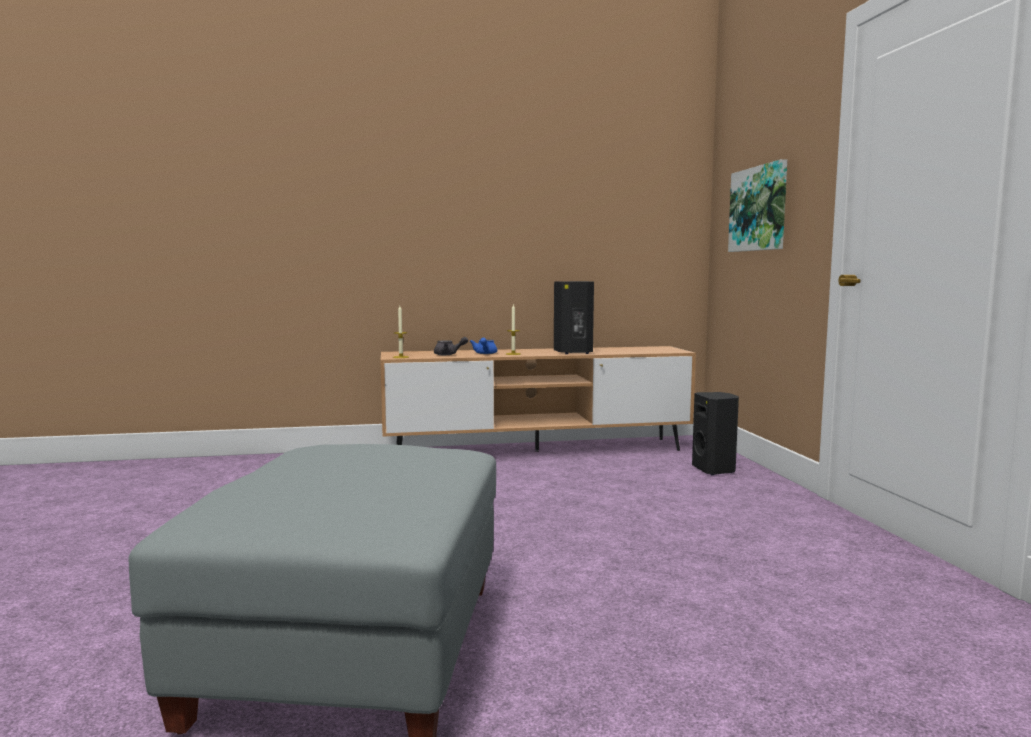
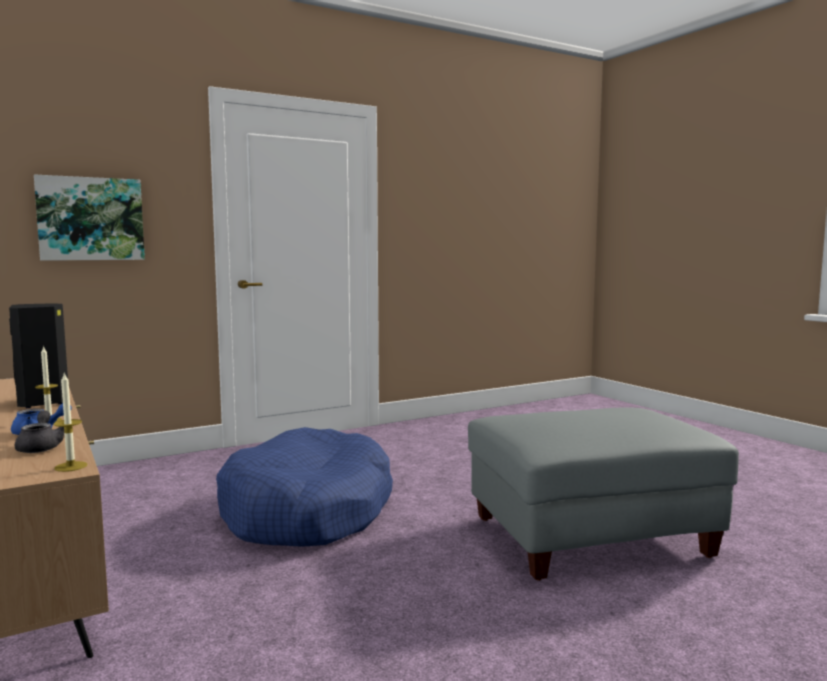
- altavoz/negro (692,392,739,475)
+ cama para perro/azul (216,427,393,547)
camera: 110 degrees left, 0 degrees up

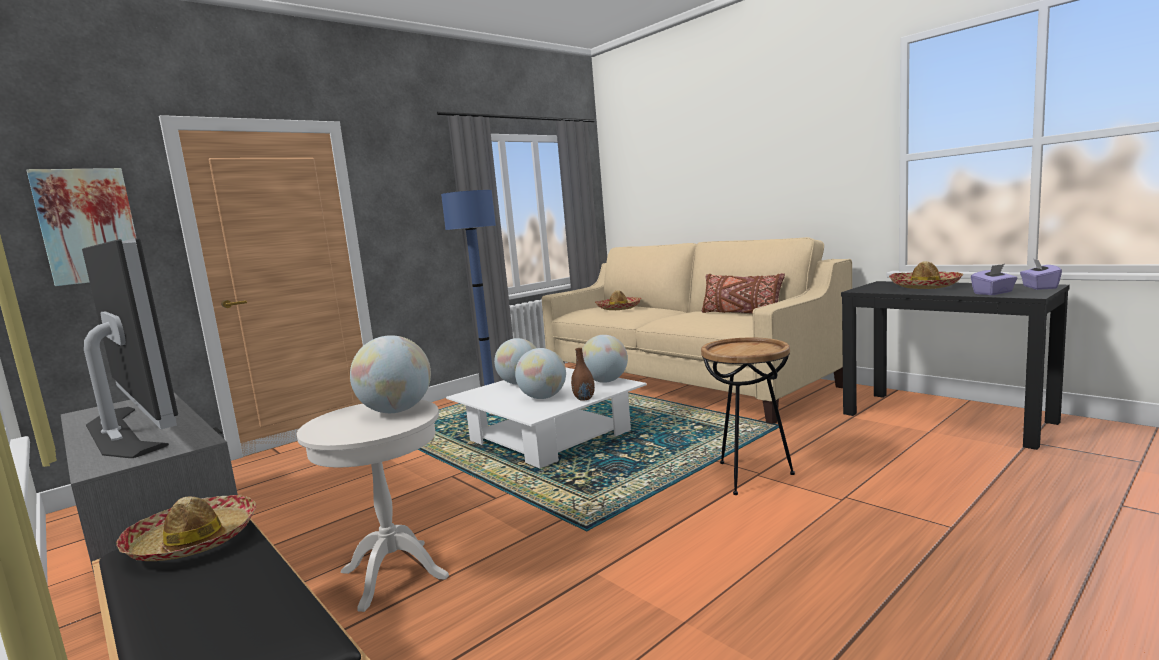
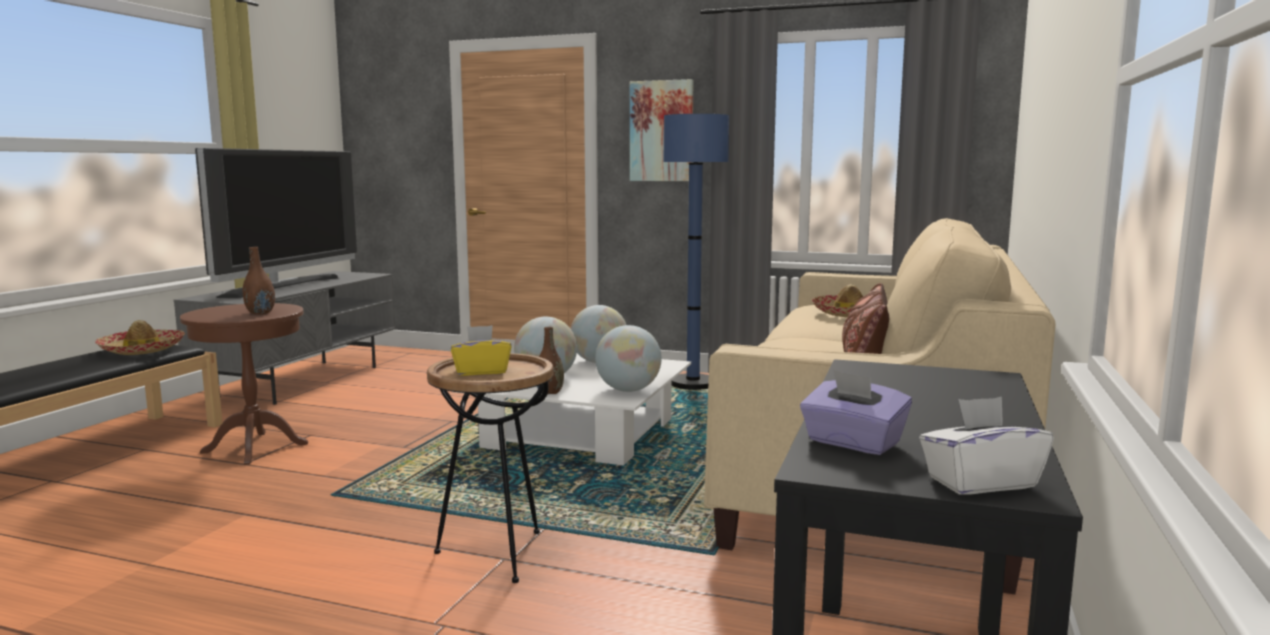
~ cuadro (26,168,136,286) to (630,79,693,181)
~ caja de pañuelos/morado (1020,259,1062,290) to caja de pañuelos/blanco (919,397,1054,495)
- sombrero (889,261,963,289)
~ globo terráqueo (350,335,431,413) to florero/marrón (243,247,275,314)
~ mesa auxiliar/blanco (297,400,449,612) to mesa auxiliar/marrón (180,303,308,465)
+ caja de pañuelos/amarillo (451,325,512,376)
camera: 60 degrees right, 0 degrees up

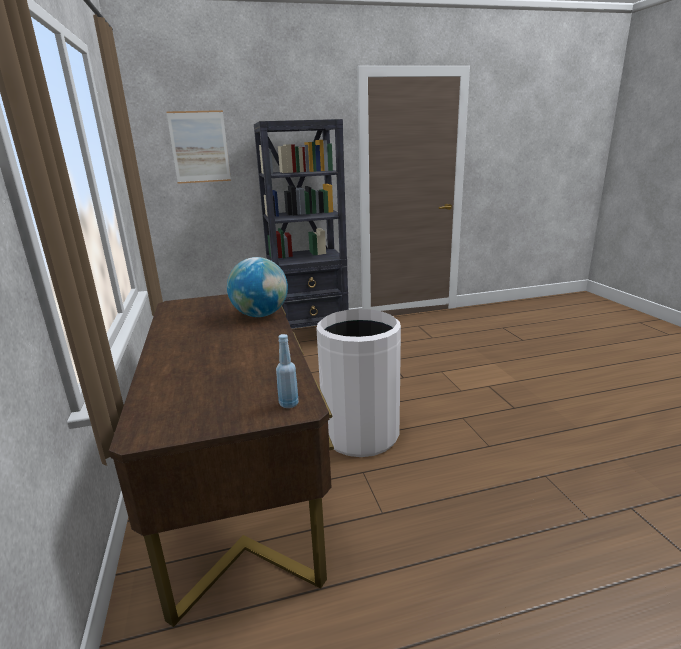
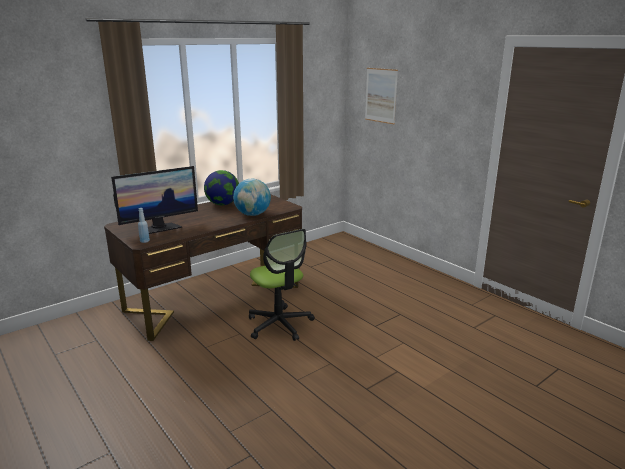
- estantería/negro (254,119,349,328)
~ papelera/blanco (316,309,401,457) to silla de oficina (249,229,315,341)
+ monitor (111,166,198,234)
+ globo terráqueo (204,170,239,205)
camera: 65 degrees right, 0 degrees up

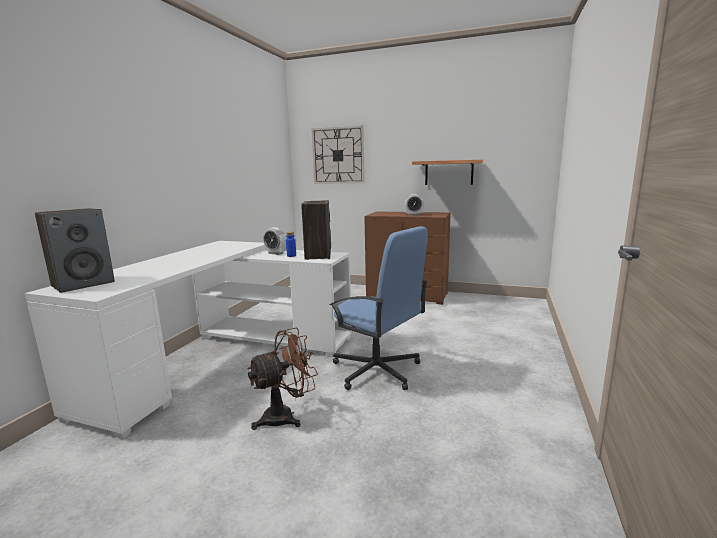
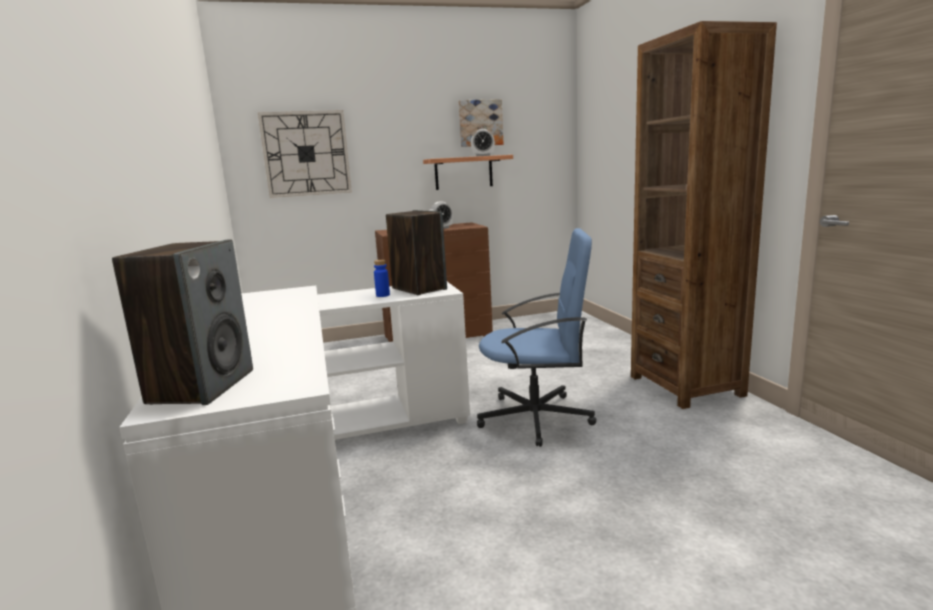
~ despertador (264,227,286,255) to (471,129,495,156)
- ventilador/marrón (247,328,318,430)
+ estantería/marrón (631,21,777,409)
+ cuadro (459,99,503,147)
camera: 35 degrees left, 0 degrees up

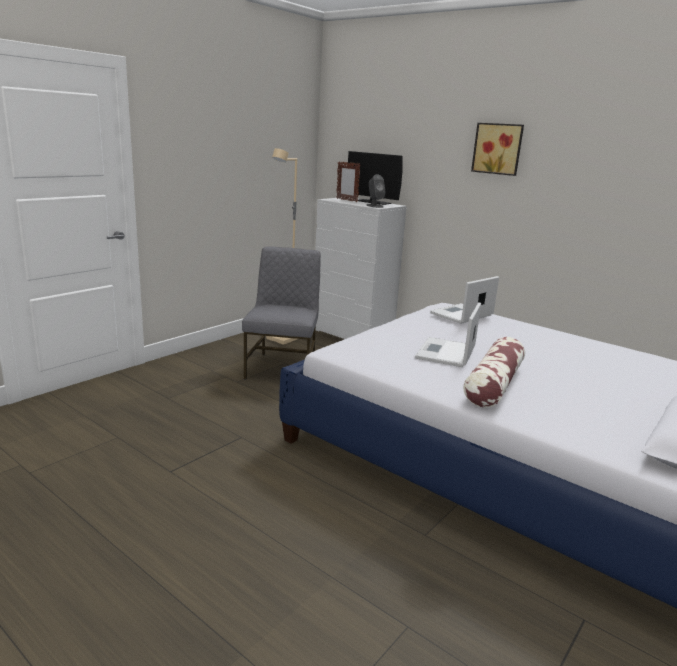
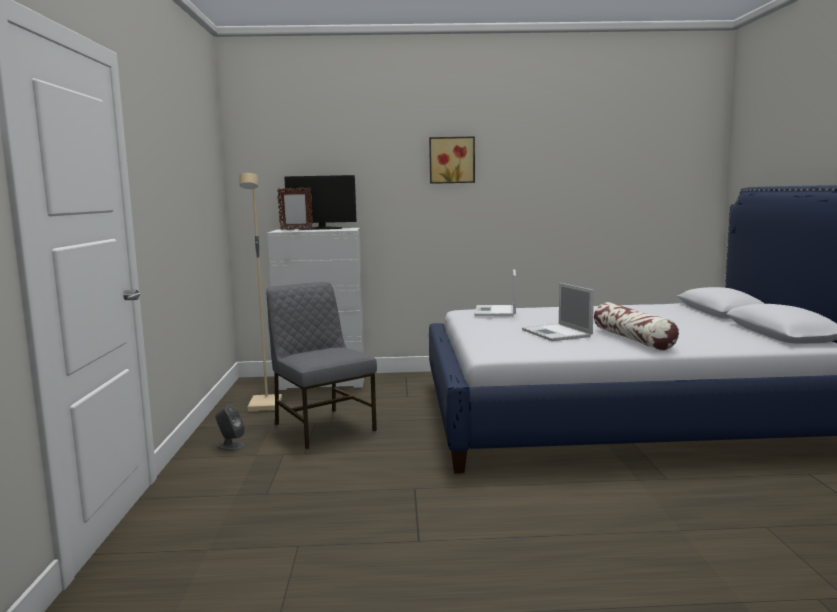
~ altavoz/gris (367,174,385,208) to (215,405,245,451)
camera: 40 degrees left, 10 degrees down

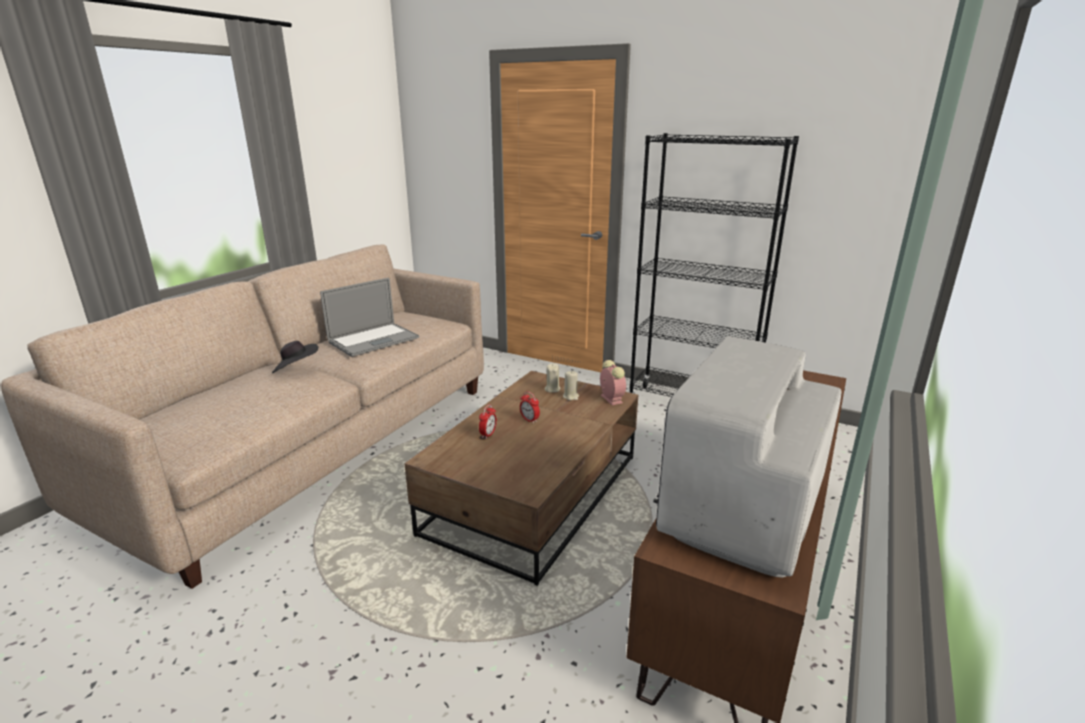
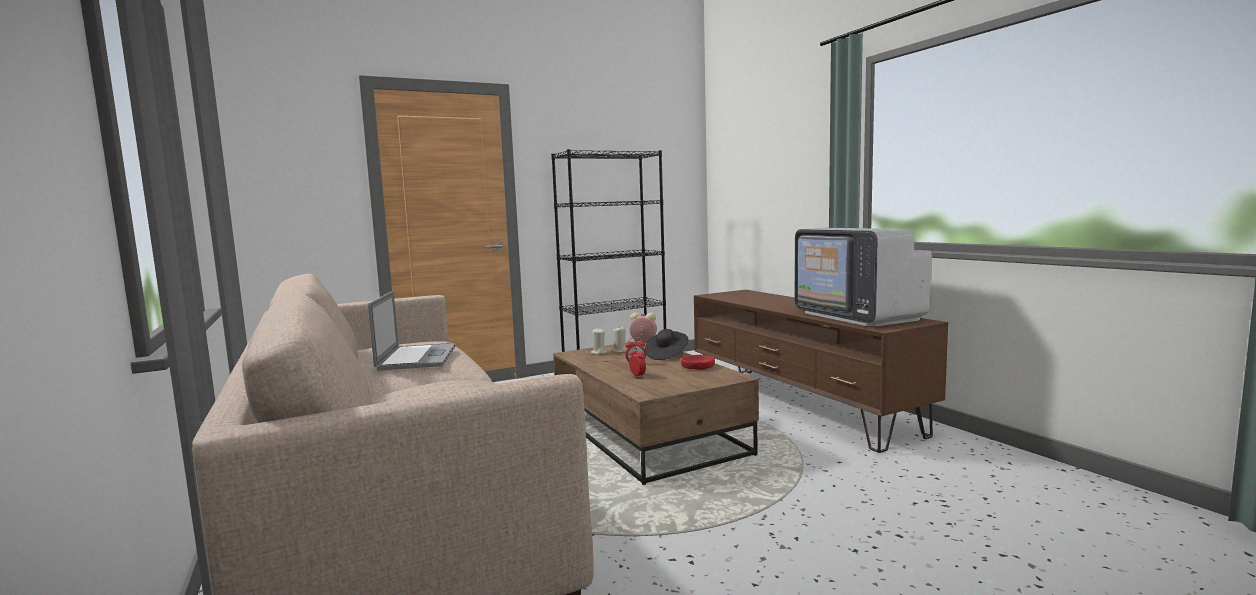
~ sombrero/negro (272,341,318,373) to (645,329,689,360)
+ cuenco/rojo (681,355,715,370)
camera: 55 degrees left, 15 degrees down

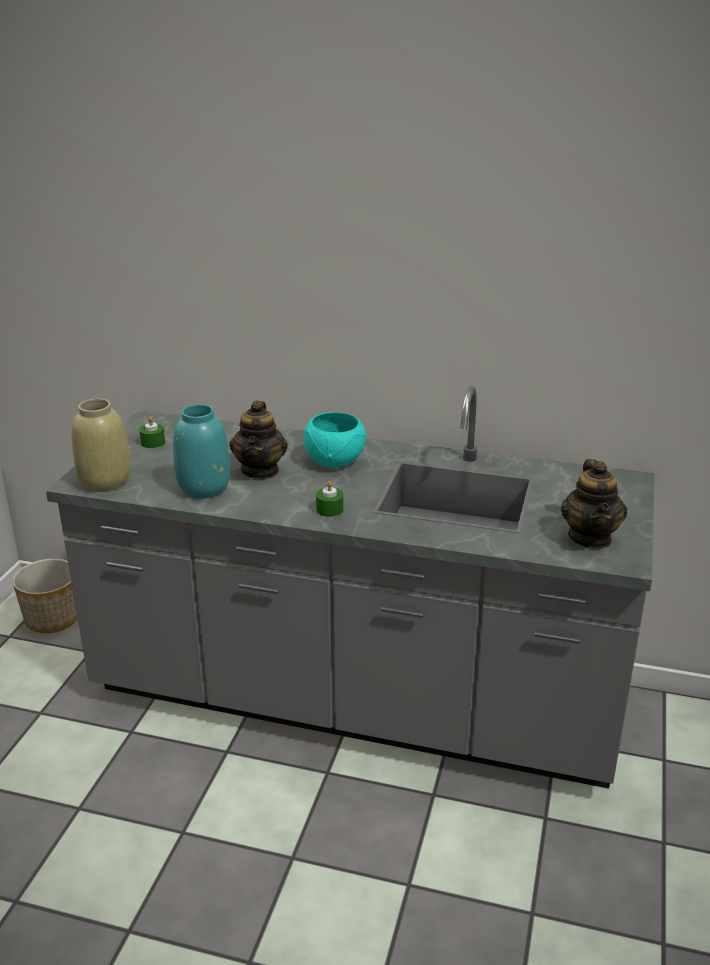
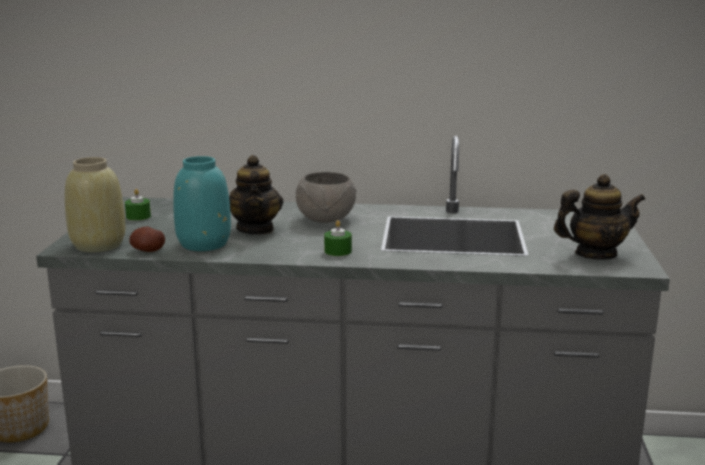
~ cuenco/turquesa (304,412,366,467) to cuenco/gris (296,172,356,223)
~ tetera (561,459,627,549) = (554,174,645,260) 90 degrees counterclockwise
+ patata (129,227,165,252)
camera: 10 degrees left, 10 degrees down

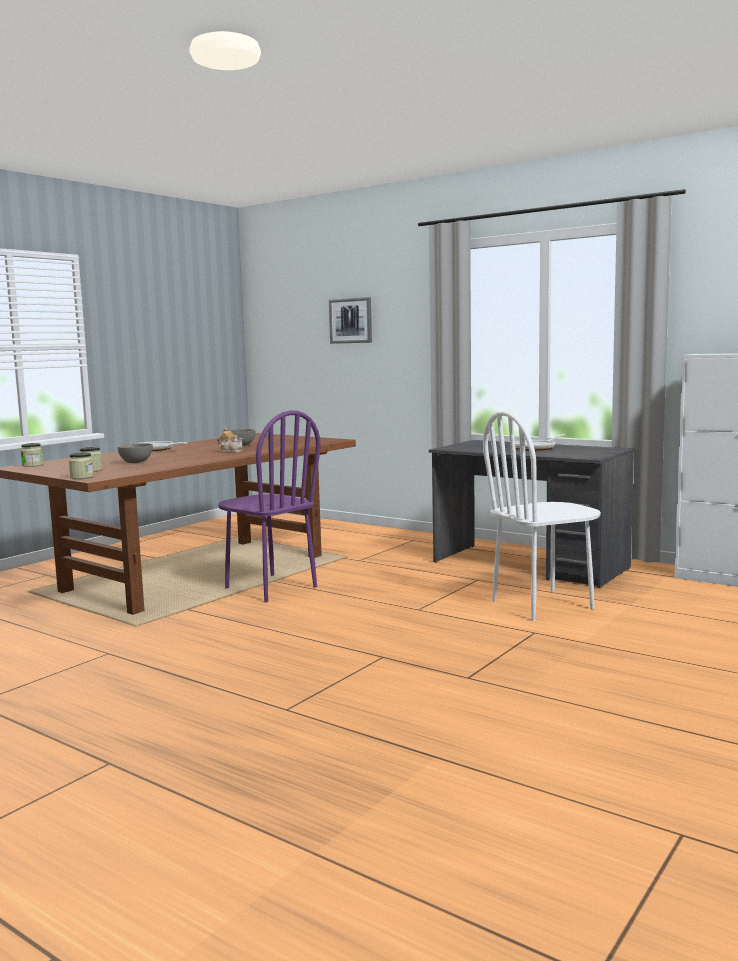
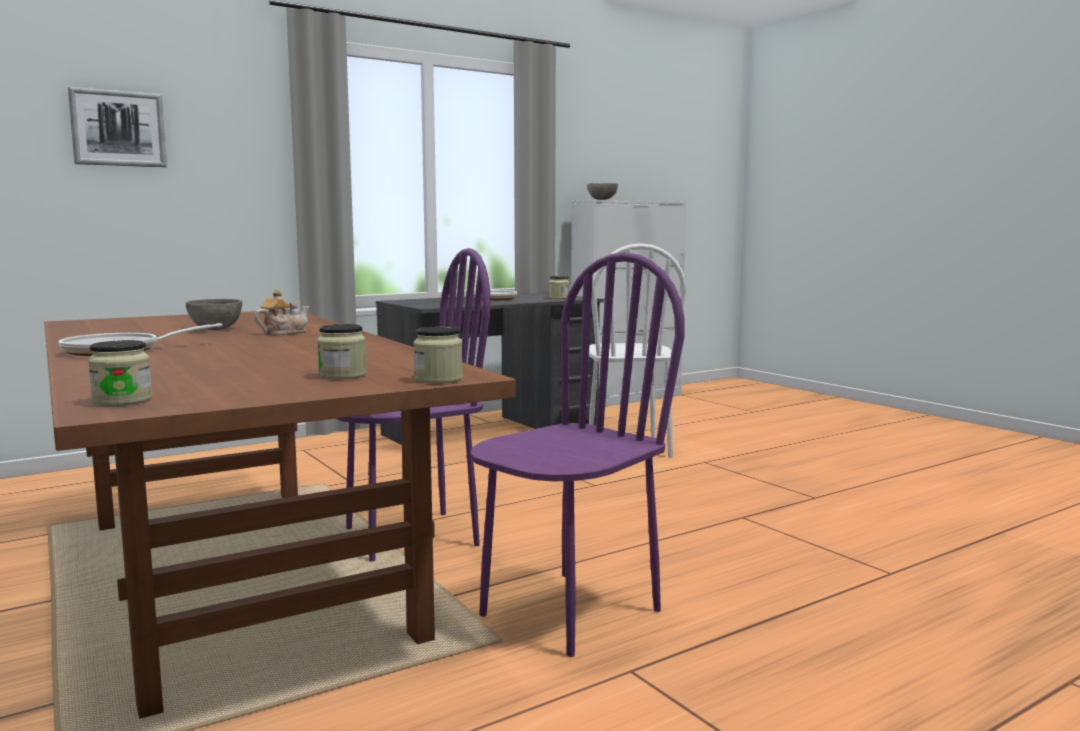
~ cuenco/gris (117,443,153,463) to (587,183,618,200)
+ silla/morado (470,252,685,657)
+ tarro (549,276,569,299)
camera: 70 degrees left, 0 degrees up

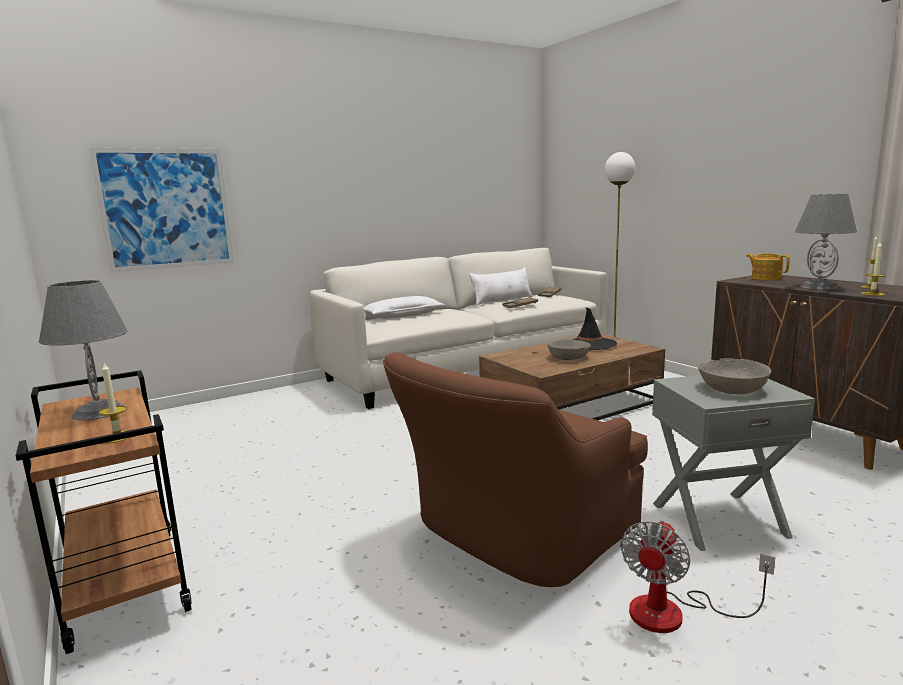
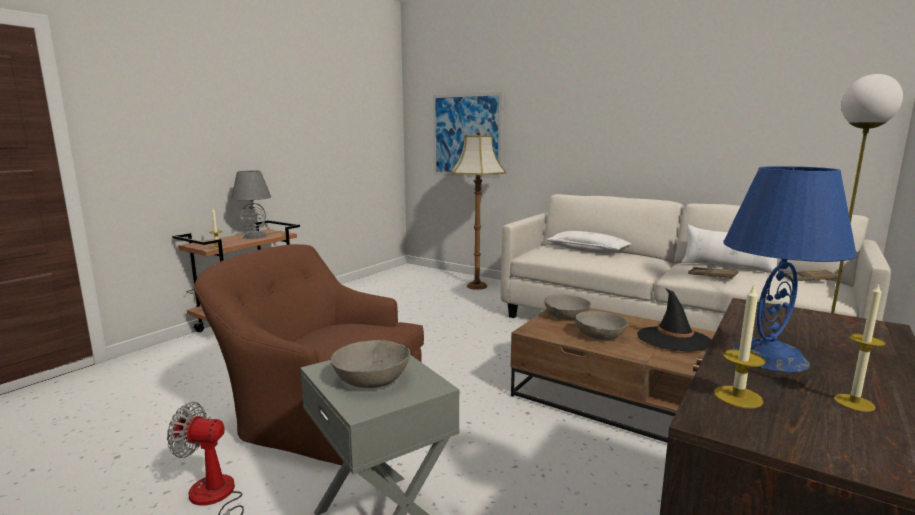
~ lámpara de mesa/gris (795,193,857,290) to lámpara de mesa/azul (723,166,857,373)
- tetera (746,253,790,280)
+ lámpara de pie (451,130,506,290)
+ cuenco/gris (544,294,591,320)
camera: 65 degrees right, 0 degrees up

